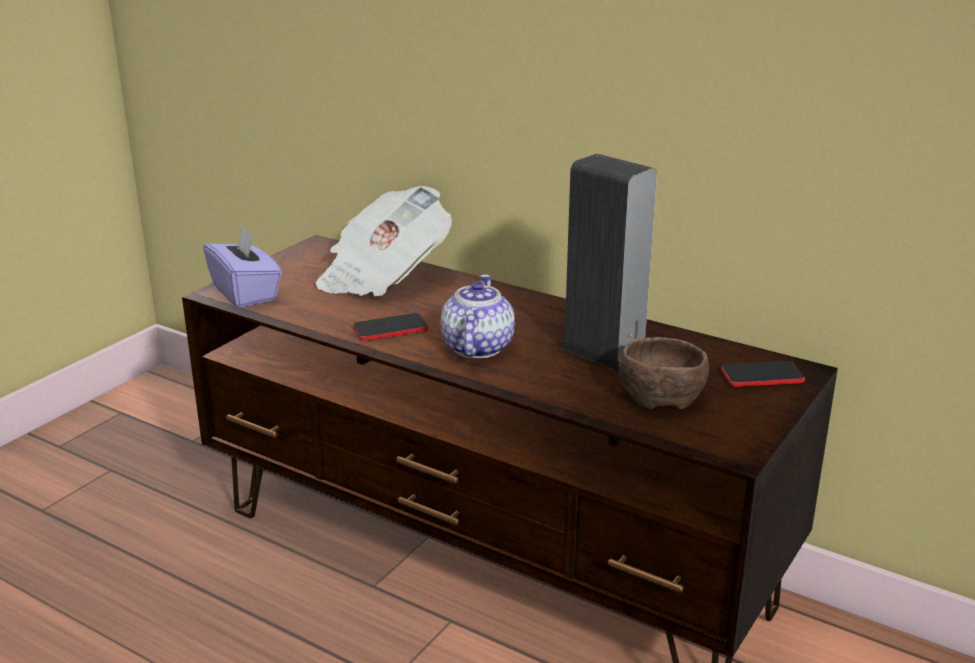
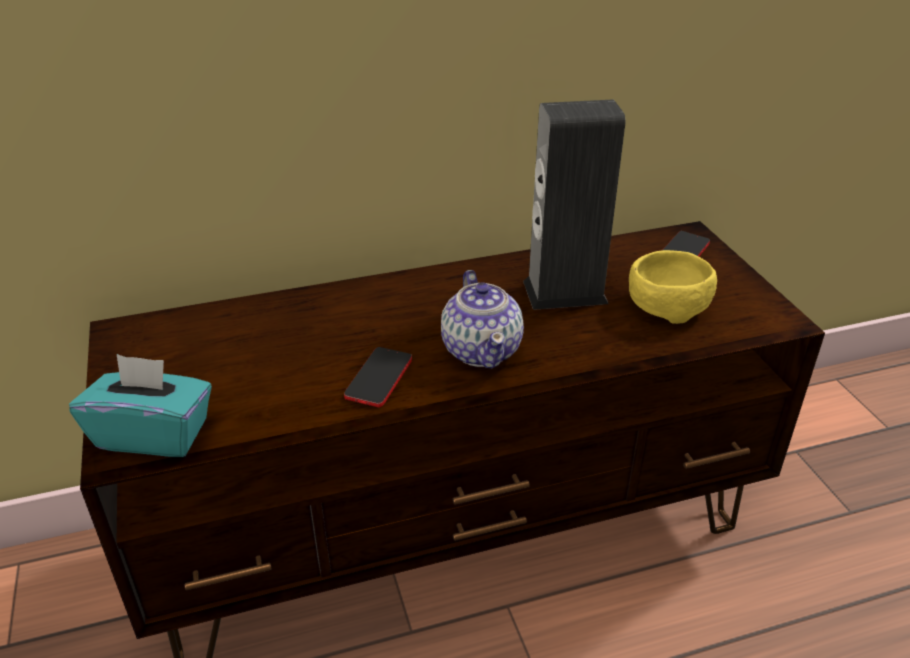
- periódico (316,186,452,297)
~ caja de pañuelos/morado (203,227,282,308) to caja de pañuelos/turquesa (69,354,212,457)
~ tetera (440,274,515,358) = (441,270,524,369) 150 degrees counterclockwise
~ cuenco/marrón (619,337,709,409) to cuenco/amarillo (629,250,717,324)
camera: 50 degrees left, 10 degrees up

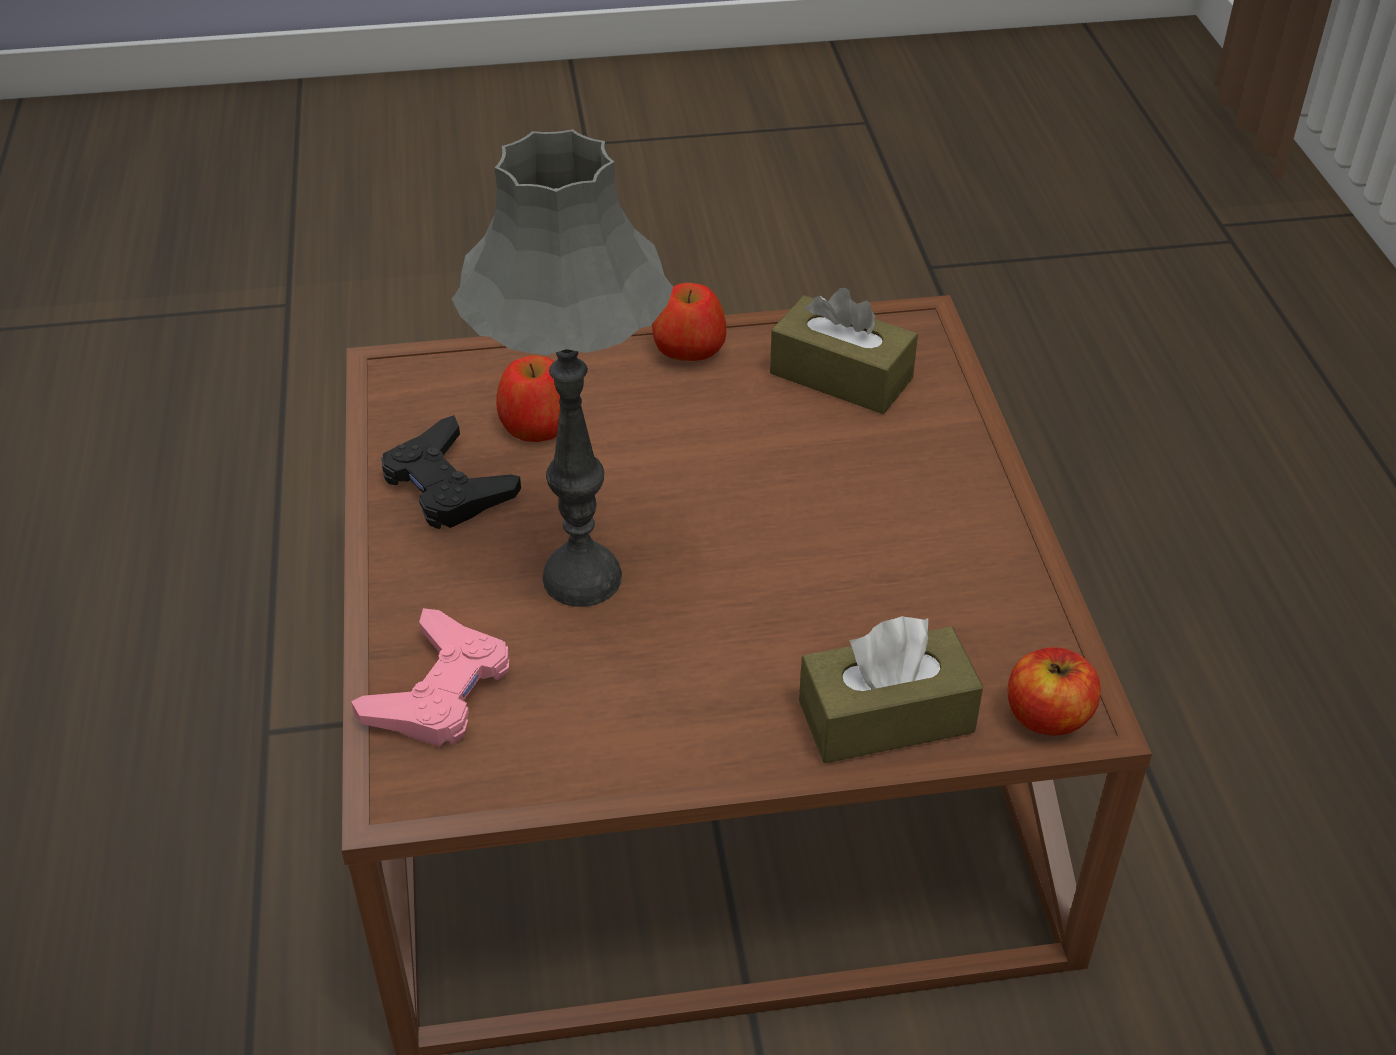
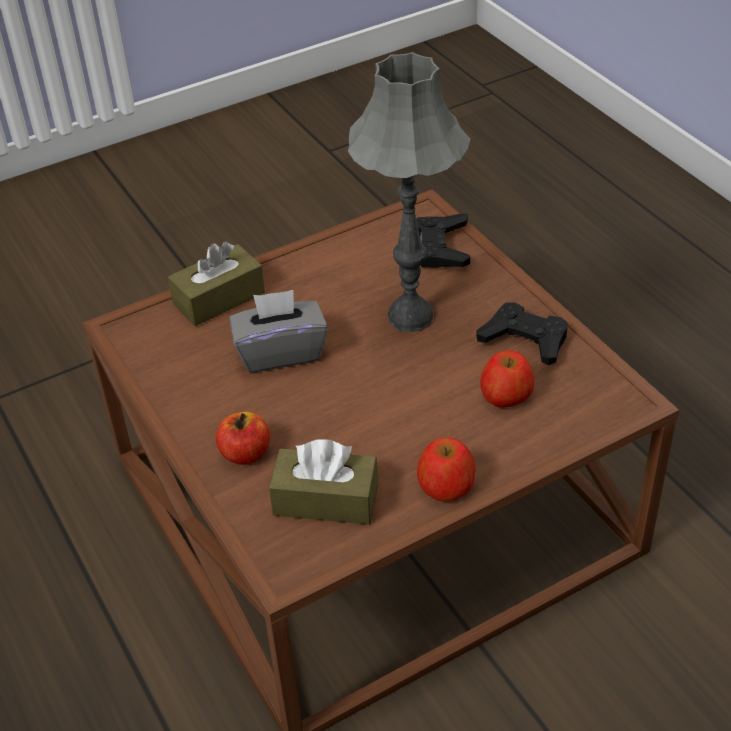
~ mando de consola/rosa (351,608,509,747) to mando de consola/negro (416,214,470,268)
~ manzana (1008,647,1101,736) to (216,411,270,465)
+ caja de pañuelos/gris (229,290,328,372)
camera: 160 degrees right, 0 degrees up

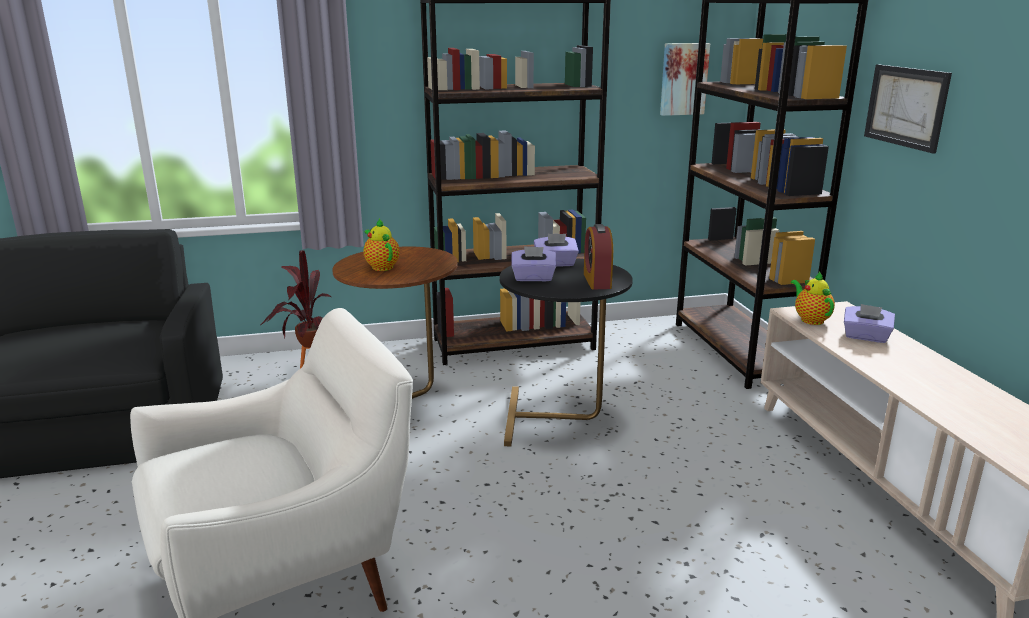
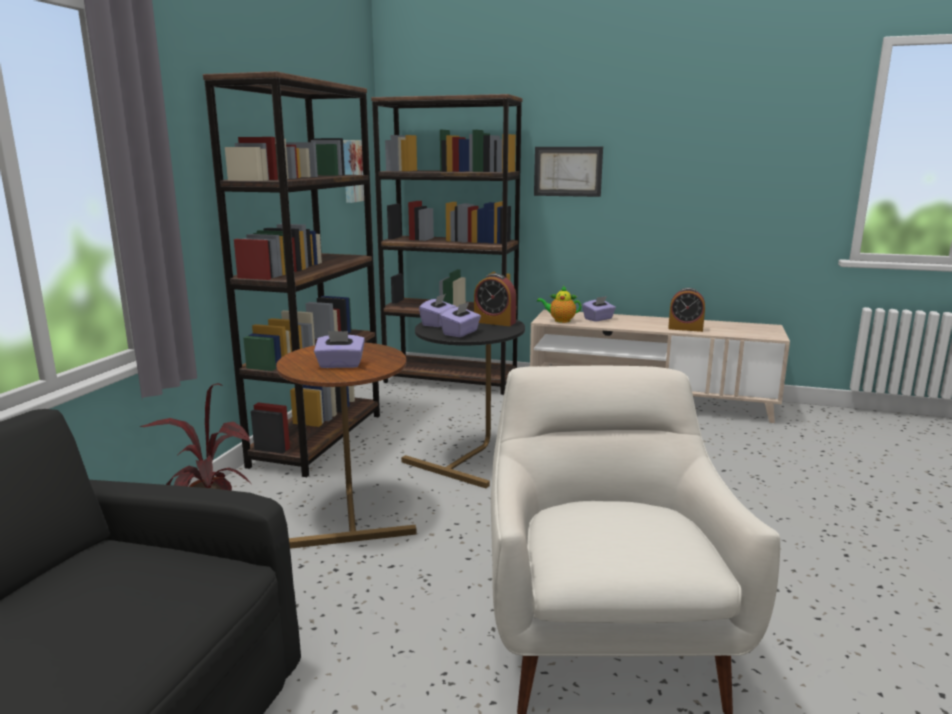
~ tetera (363,218,400,271) to caja de pañuelos/morado (314,331,365,368)
+ despertador (668,288,705,332)
camera: 60 degrees left, 5 degrees down

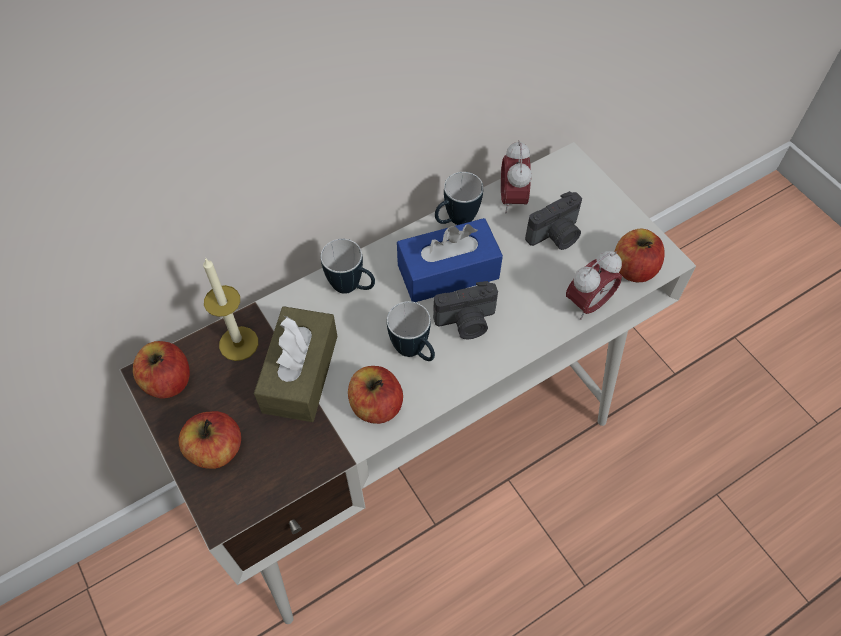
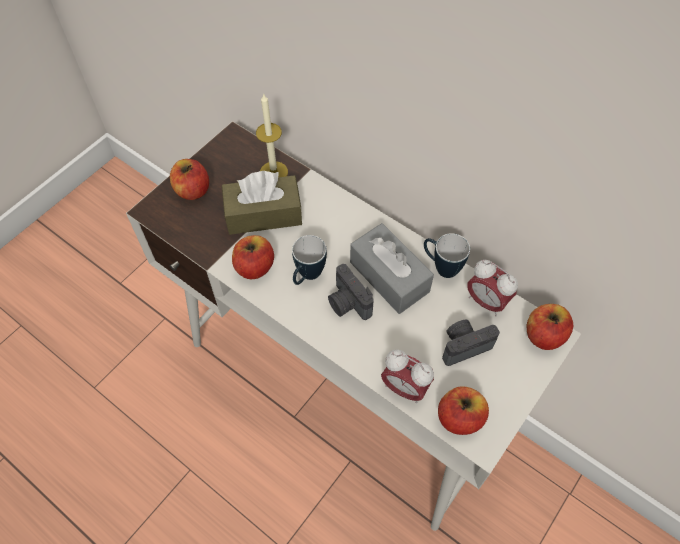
~ despertador (501,140,532,213) = (467,260,518,316) 120 degrees counterclockwise
~ cámara (525,191,582,250) = (442,320,500,366) 120 degrees clockwise
~ caja de pañuelos/azul (397,218,503,302) to caja de pañuelos/gris (350,223,434,314)
- taza grande (321,239,375,294)
~ manzana (133,341,190,399) to (527,304,573,350)
camera: 70 degrees right, 0 degrees up

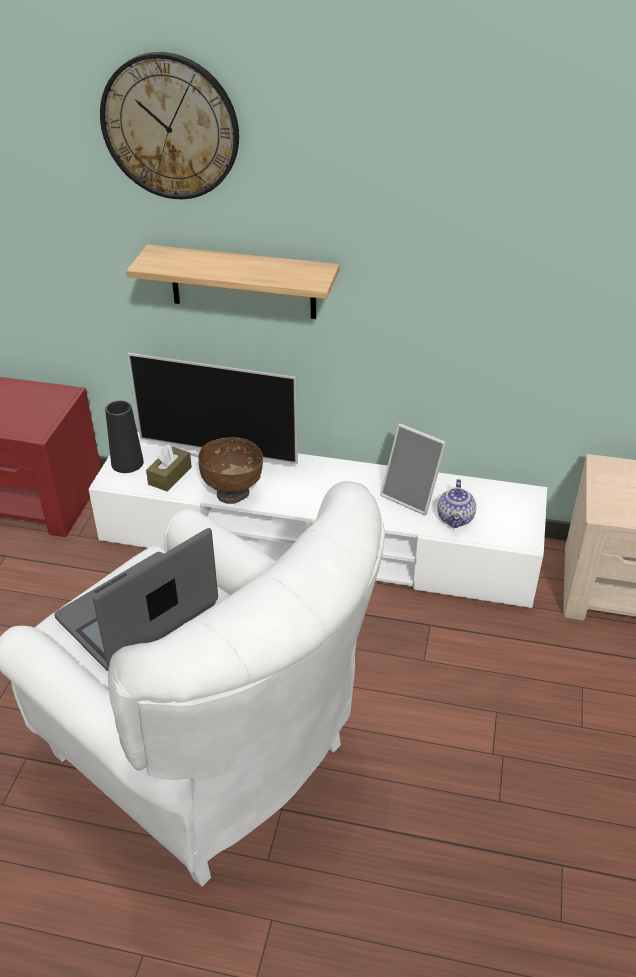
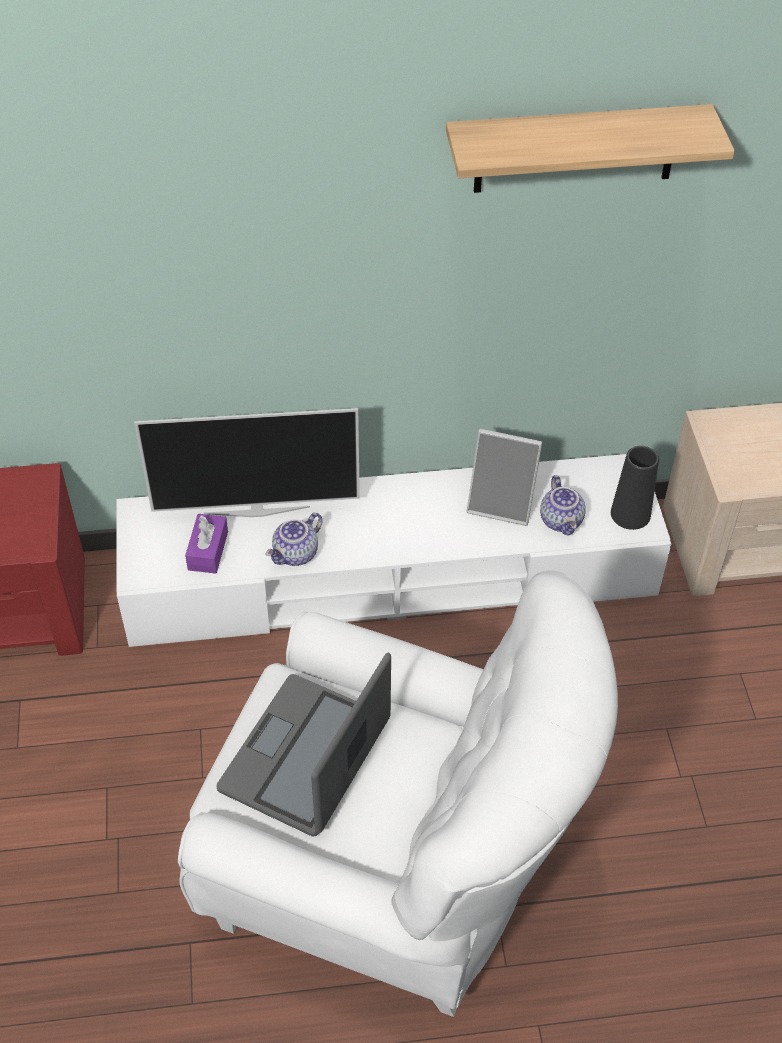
- reloj de pared (100,52,239,199)
~ estante (126,245,340,319) to (446,104,735,193)
~ florero/negro (105,400,144,473) to (611,446,659,530)
~ cuenco/marrón (198,437,263,504) to tetera (266,513,323,566)
~ caja de pañuelos/marrón (146,444,192,492) to caja de pañuelos/morado (185,514,228,574)
camera: 20 degrees left, 10 degrees up

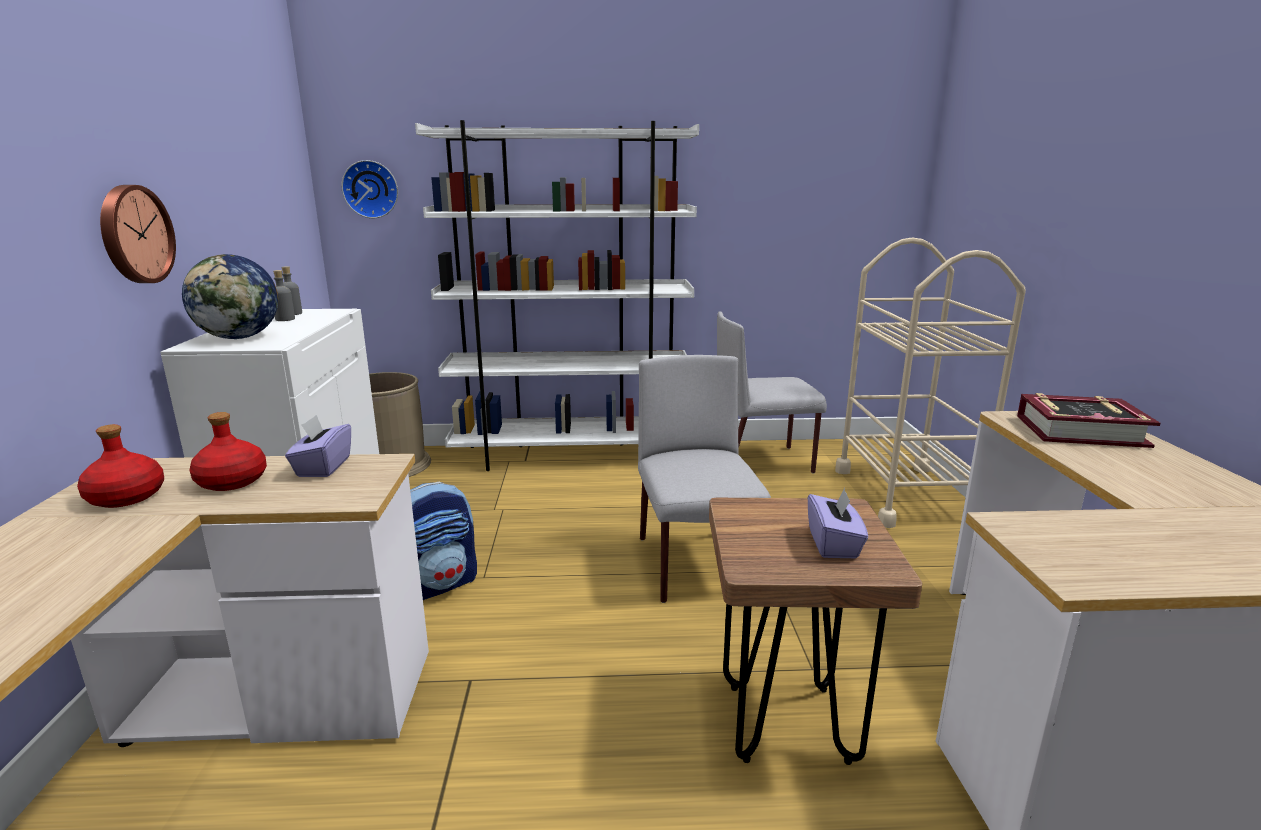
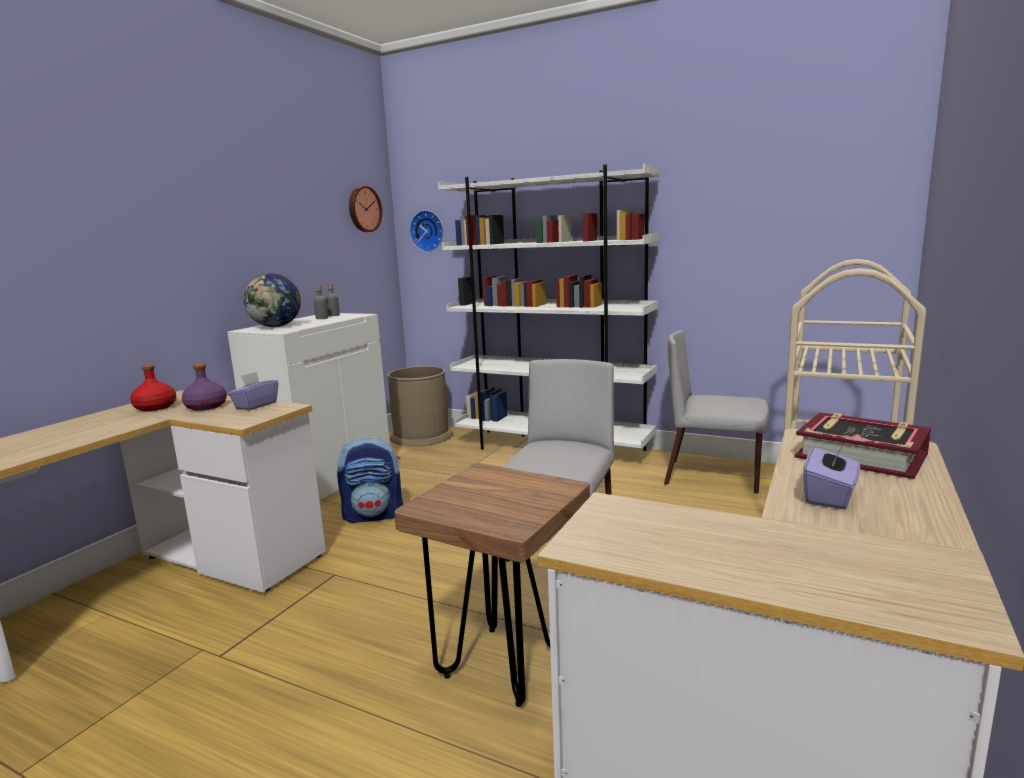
~ reloj de pared (100,185,176,283) to (349,186,382,232)
~ botella/rojo (189,412,267,491) to botella/morado (182,363,227,411)
~ caja de pañuelos/morado (808,488,868,558) to (803,441,860,509)
camera: 30 degrees right, 5 degrees down

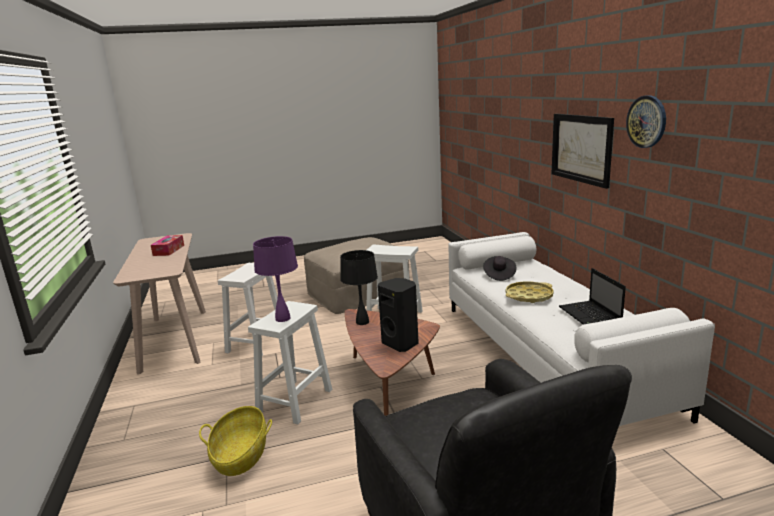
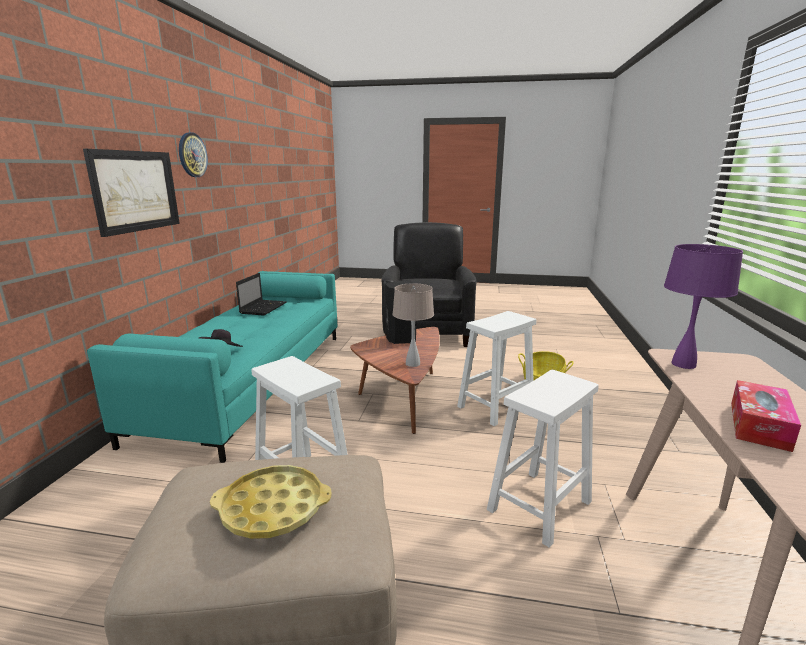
~ sofá/blanco (448,232,715,426) to sofá/turquesa (87,271,338,463)
~ lámpara de mesa/morado (253,236,298,322) to (664,244,743,369)
~ lámpara de mesa/negro (340,250,378,325) to lámpara de mesa/beis (392,283,434,367)
~ bandeja/amarillo (505,281,554,303) to (210,465,332,539)
camera: 155 degrees left, 0 degrees up

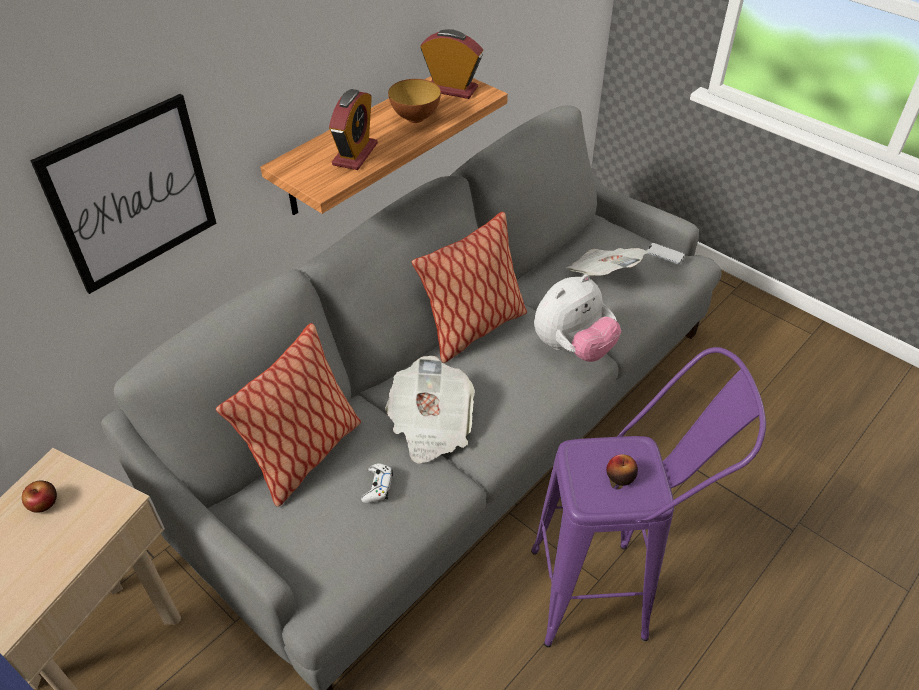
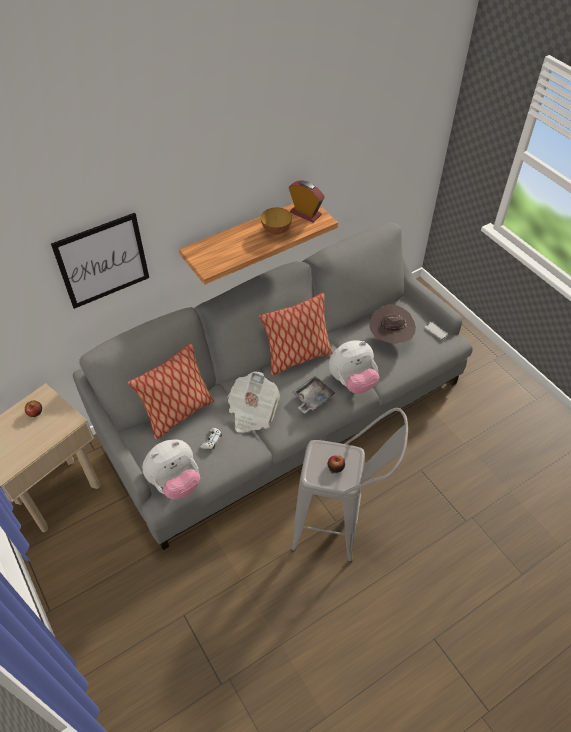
- despertador (329,89,378,170)
~ periódico (566,248,649,276) to sombrero/marrón (369,304,416,344)
~ taburete/morado (531,347,766,647) to taburete/gris (291,408,408,562)
+ bandeja/gris (292,376,335,414)
+ peluche (142,439,200,500)
camera: 15 degrees right, 5 degrees up

